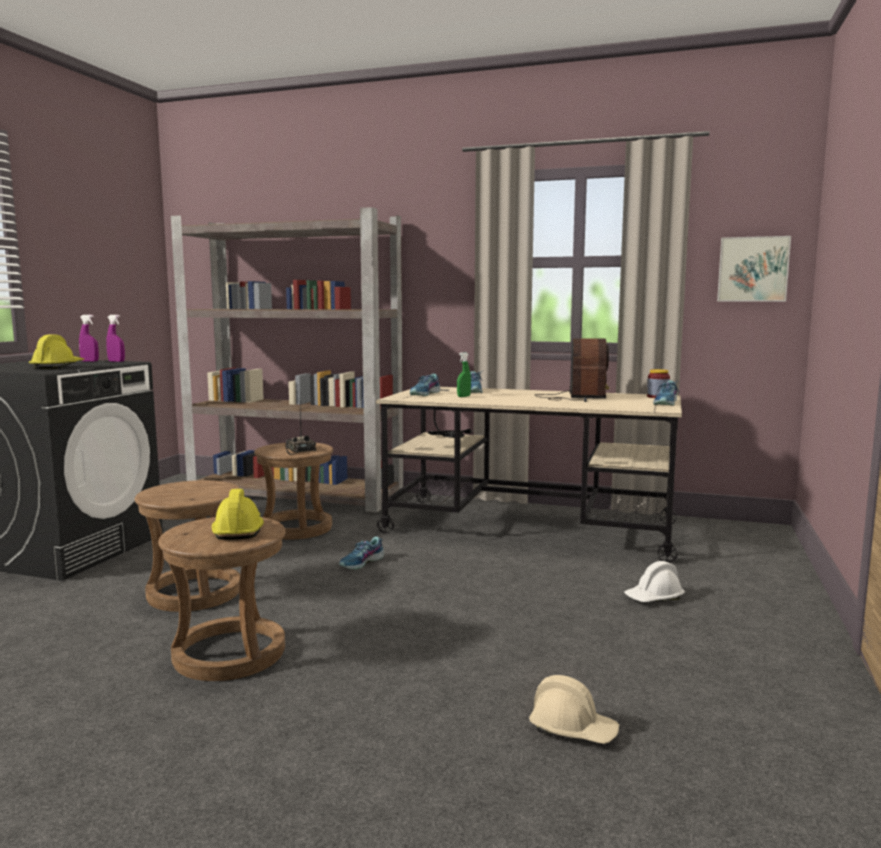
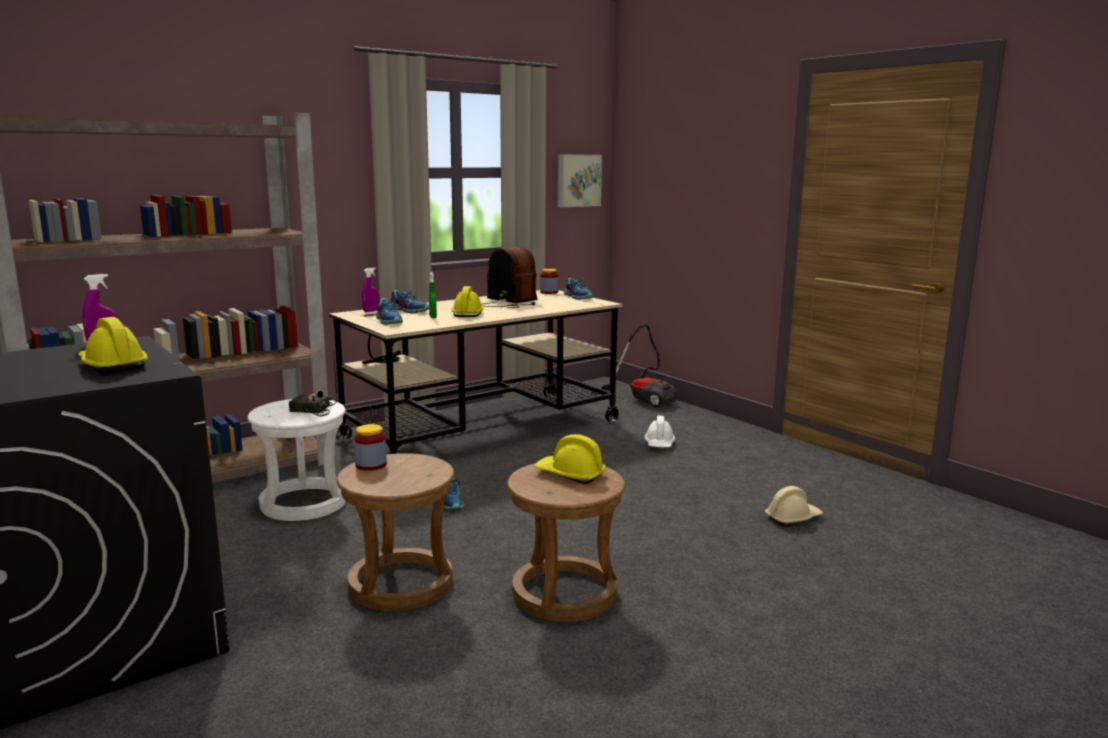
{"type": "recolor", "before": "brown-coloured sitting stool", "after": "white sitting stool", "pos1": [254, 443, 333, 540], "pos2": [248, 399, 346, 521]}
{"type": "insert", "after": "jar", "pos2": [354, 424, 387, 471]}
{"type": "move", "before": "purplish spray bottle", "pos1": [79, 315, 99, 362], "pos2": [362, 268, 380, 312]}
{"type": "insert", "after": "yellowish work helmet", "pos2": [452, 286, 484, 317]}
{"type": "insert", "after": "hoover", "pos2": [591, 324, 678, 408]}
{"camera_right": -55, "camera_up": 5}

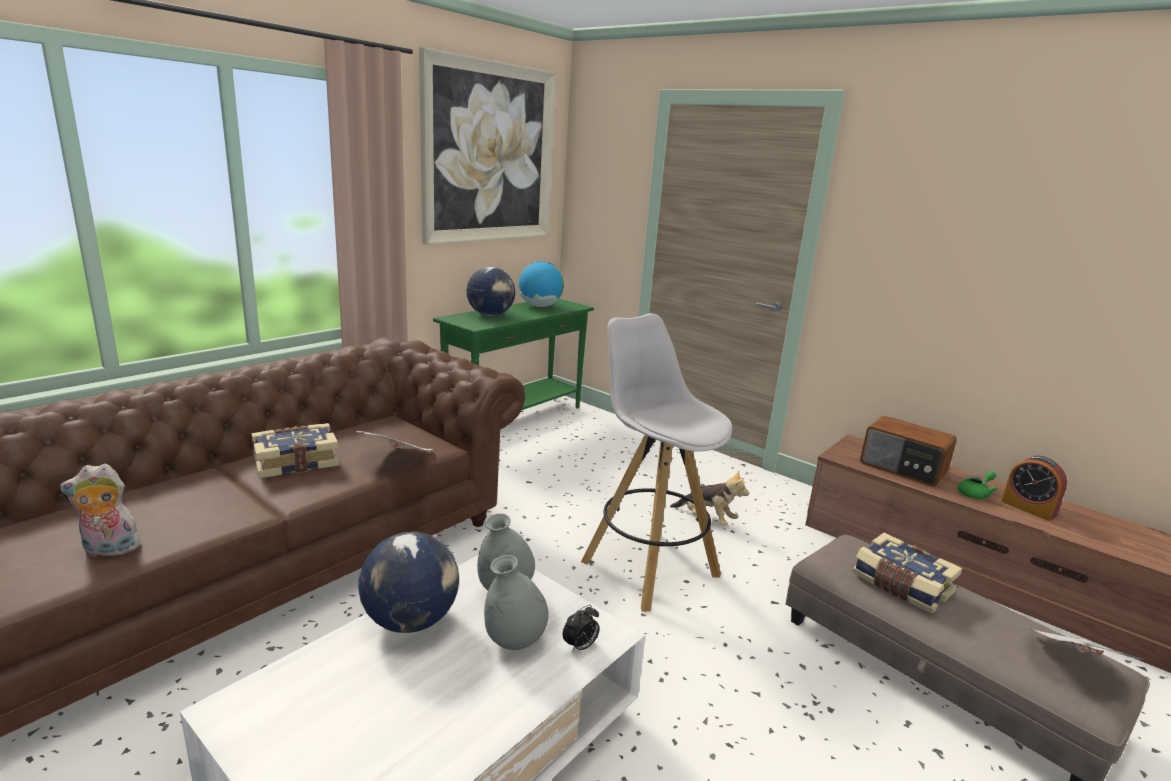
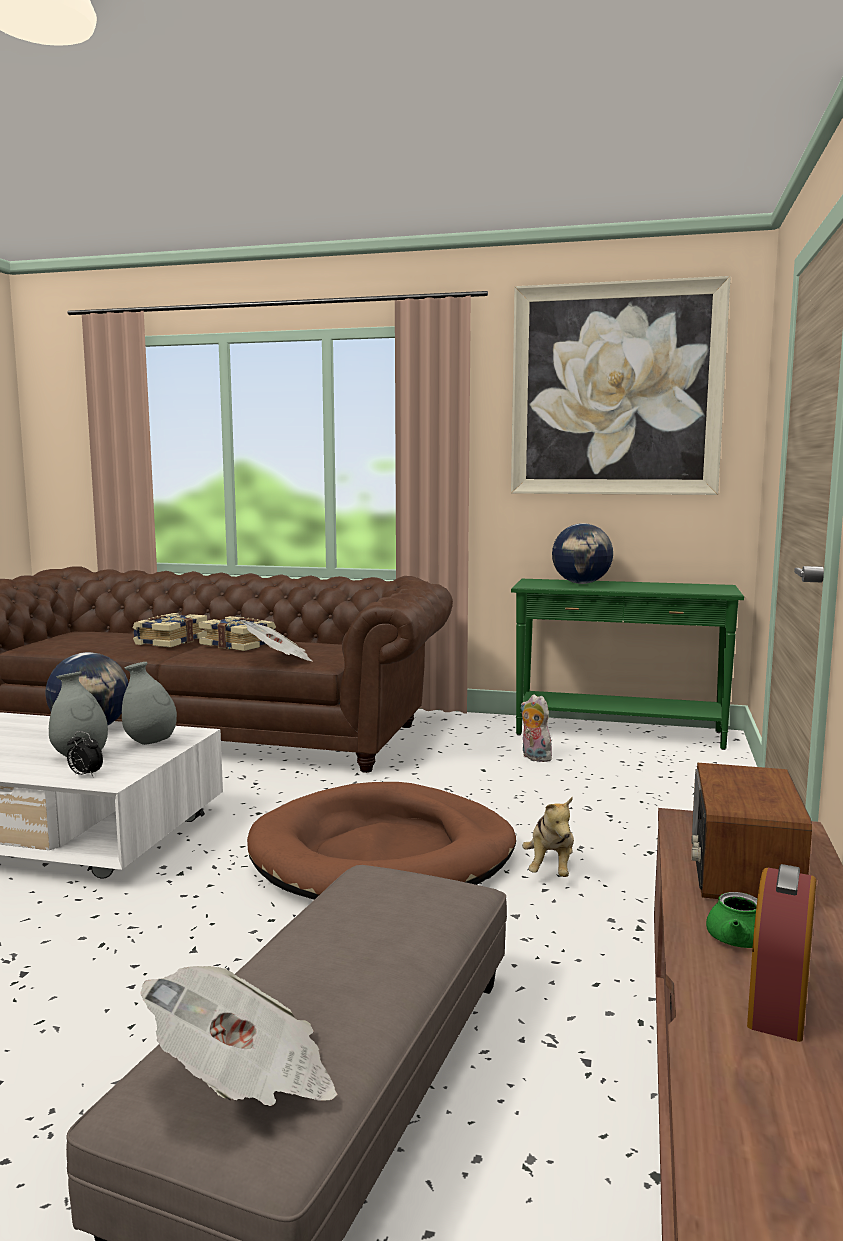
{"type": "move", "before": "volume", "pos1": [853, 533, 962, 614], "pos2": [132, 613, 207, 648]}
{"type": "replace", "before": "white sitting stool", "after": "brown-coloured dog bed", "pos1": [581, 313, 732, 612], "pos2": [247, 782, 516, 900]}
{"type": "move", "before": "soft toy", "pos1": [60, 464, 147, 557], "pos2": [520, 694, 552, 762]}
{"type": "delete", "before": "desk globe", "pos1": [518, 261, 564, 307]}
{"camera_right": 65, "camera_up": -10}

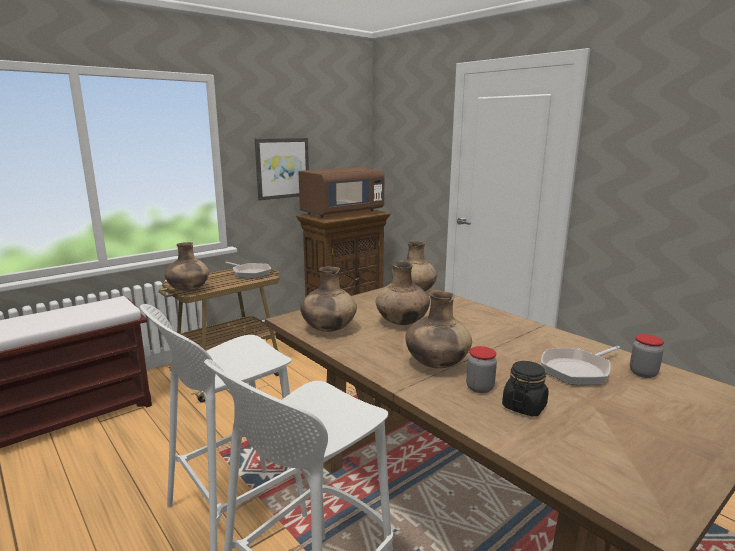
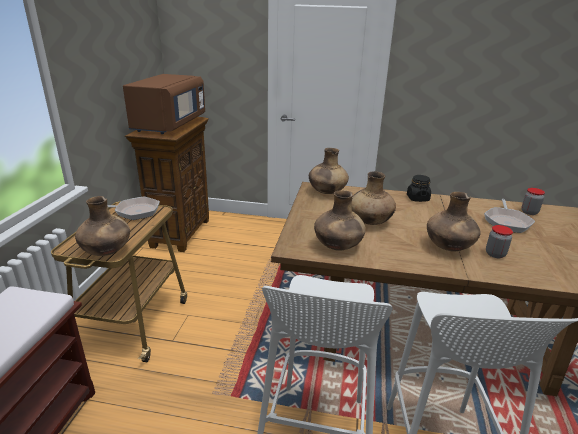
{"type": "move", "before": "black-coloured jar", "pos1": [502, 361, 549, 417], "pos2": [407, 175, 431, 202]}
{"type": "delete", "before": "picture", "pos1": [255, 138, 309, 200]}
{"camera_right": -40, "camera_up": 10}

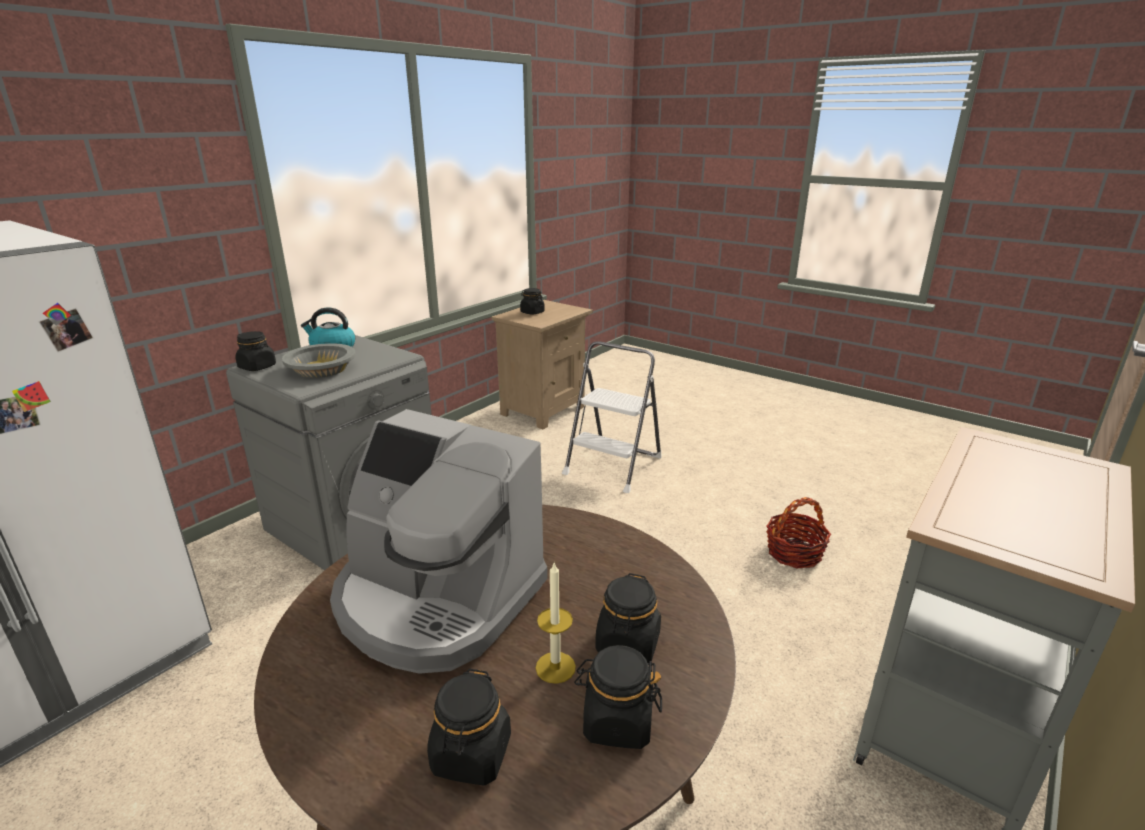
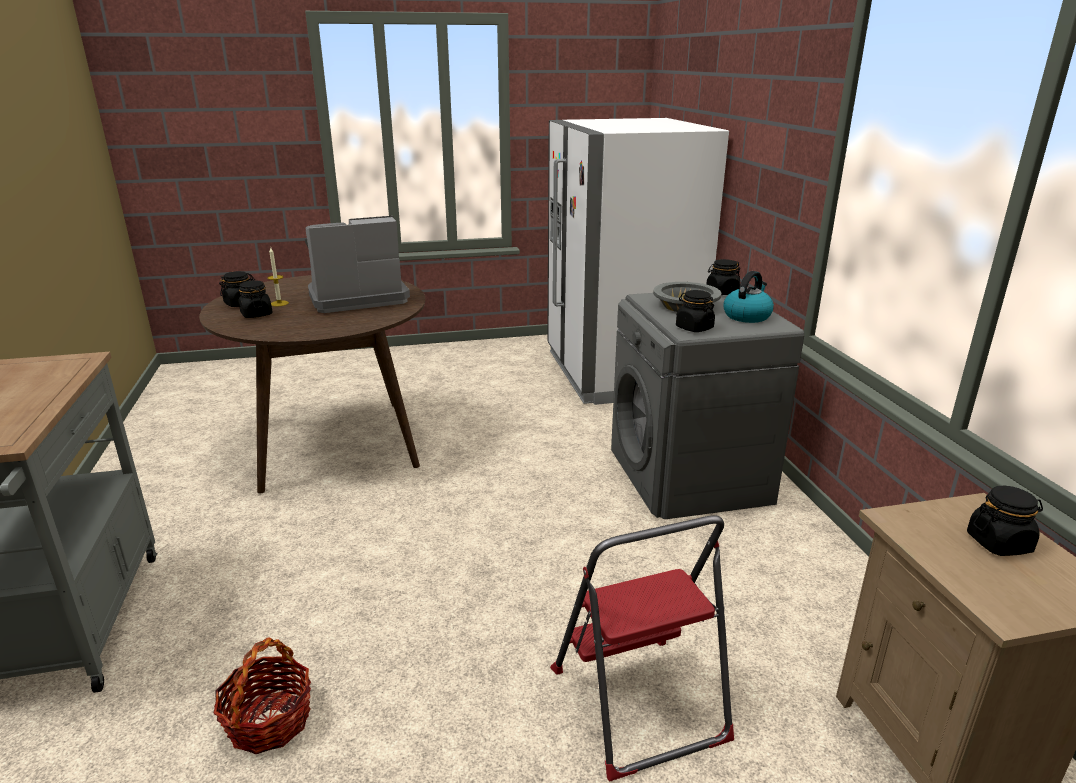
{"type": "recolor", "before": "white step ladder", "after": "reddish step ladder", "pos1": [562, 341, 662, 493], "pos2": [550, 515, 734, 781]}
{"type": "move", "before": "black-coloured jar", "pos1": [427, 669, 511, 785], "pos2": [676, 290, 715, 332]}
{"camera_right": 130, "camera_up": 0}

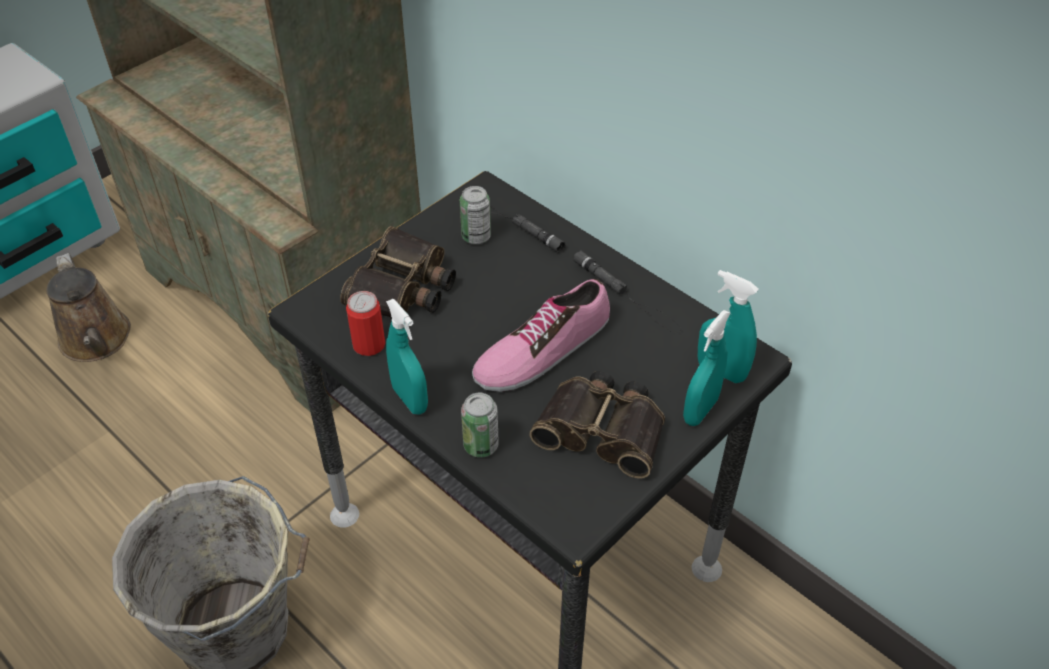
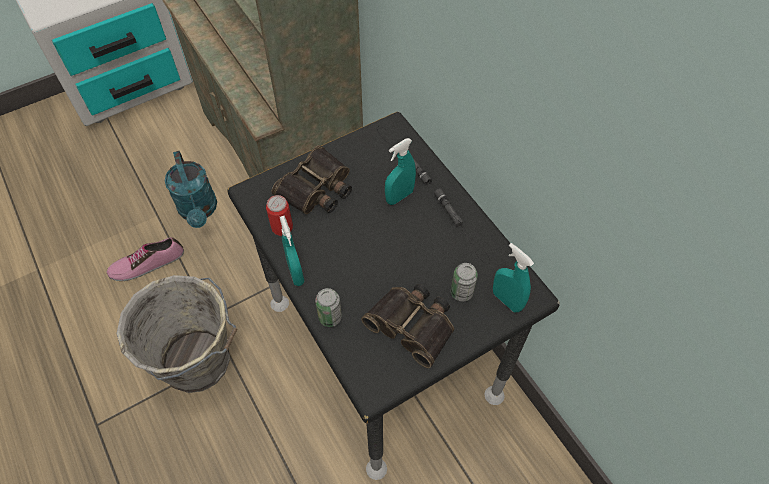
{"type": "move", "before": "shoe", "pos1": [472, 279, 610, 392], "pos2": [107, 237, 184, 281]}
{"type": "insert", "after": "turquoise watering pot", "pos2": [165, 151, 217, 228]}
{"type": "move", "before": "turquoise spray bottle", "pos1": [683, 310, 731, 426], "pos2": [385, 138, 416, 205]}
{"type": "move", "before": "can", "pos1": [460, 186, 491, 244], "pos2": [451, 263, 478, 302]}
{"type": "delete", "before": "brown-coloured watering pot", "pos1": [46, 253, 131, 362]}
{"camera_right": 15, "camera_up": 10}

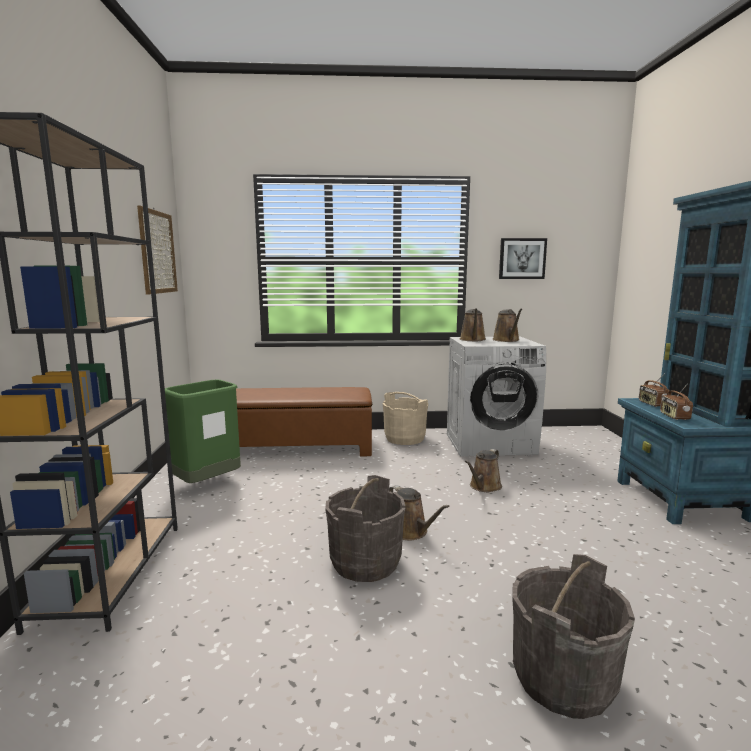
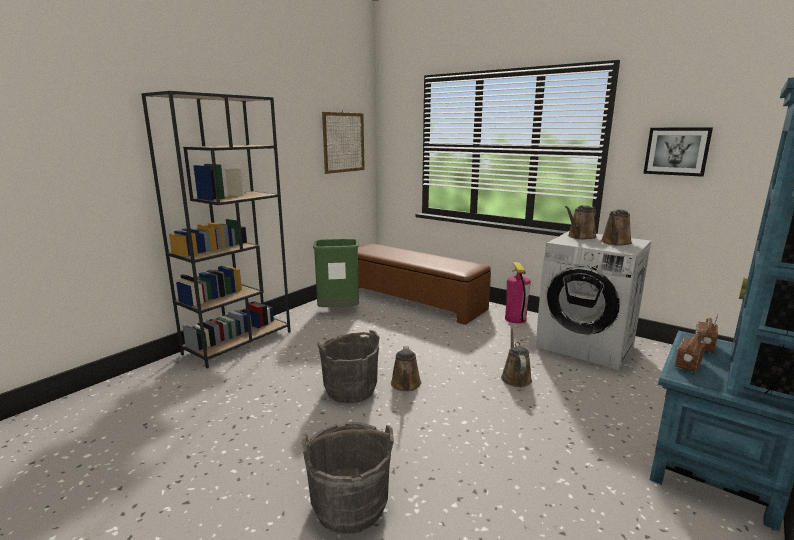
{"type": "rotate", "before": "brown-coloured watering pot", "pos1": [465, 449, 502, 492], "pos2": [501, 326, 532, 387], "turn": 105}
{"type": "replace", "before": "beige-coloured pail", "after": "fire-fighting cylinder", "pos1": [383, 392, 428, 445], "pos2": [505, 262, 531, 323]}
{"camera_right": 40, "camera_up": 5}

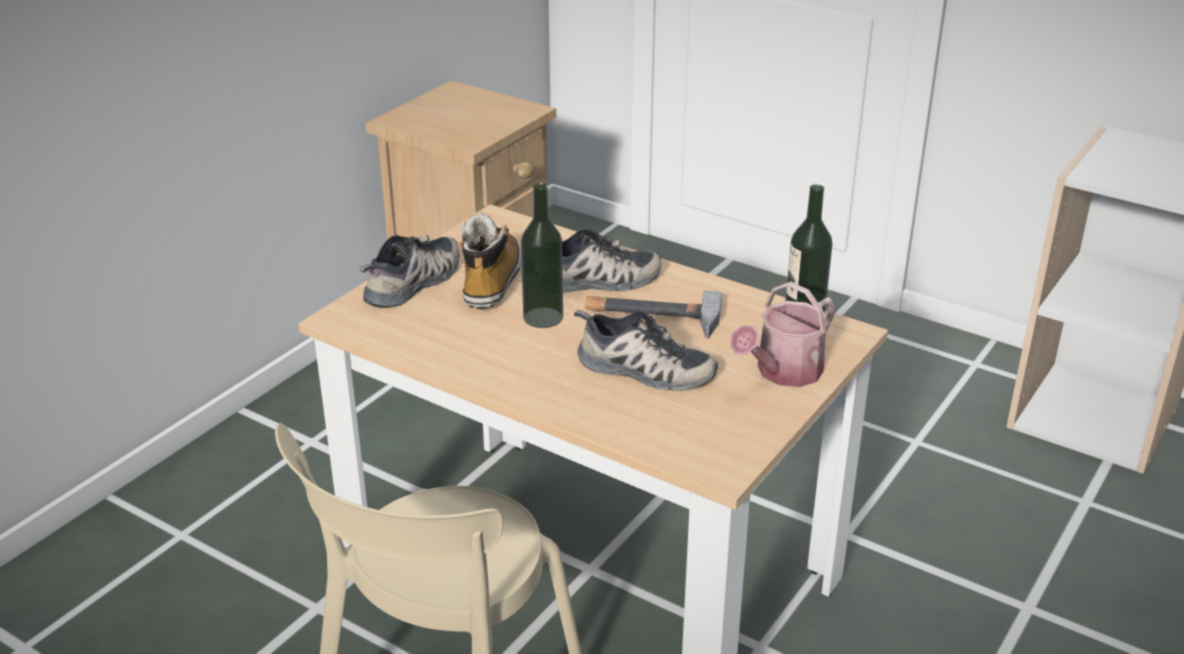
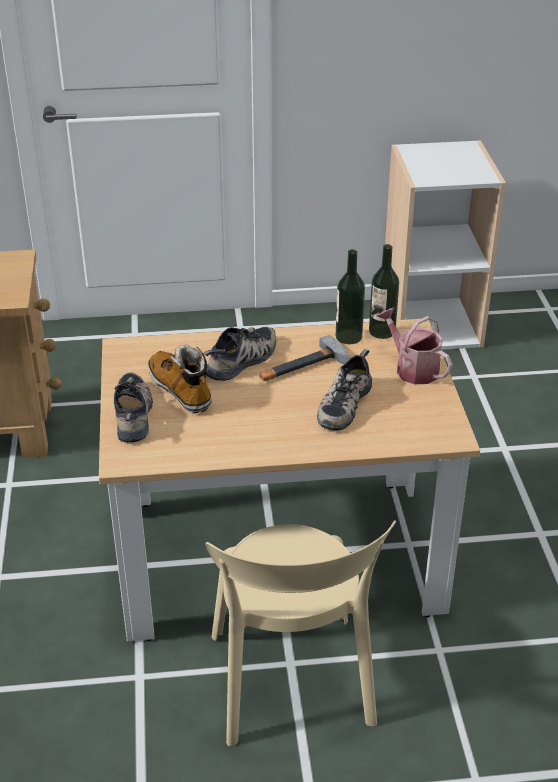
{"type": "rotate", "before": "shoe", "pos1": [574, 310, 718, 391], "pos2": [317, 349, 372, 430], "turn": 135}
{"type": "move", "before": "drink bottle", "pos1": [521, 183, 563, 328], "pos2": [336, 249, 365, 344]}
{"type": "rotate", "before": "watering pot", "pos1": [730, 281, 835, 387], "pos2": [377, 308, 453, 384], "turn": 135}
{"camera_right": -40, "camera_up": 5}

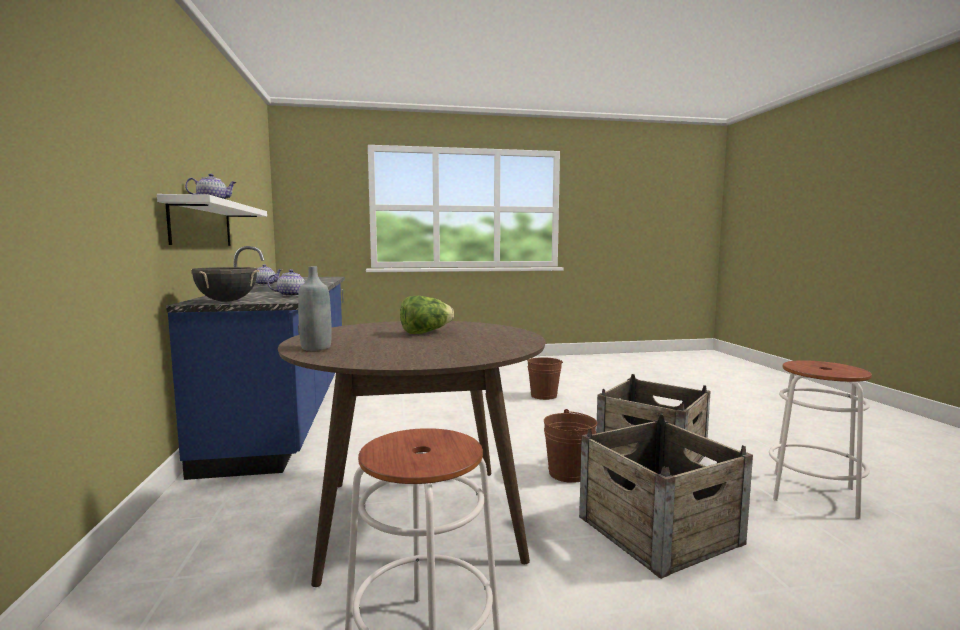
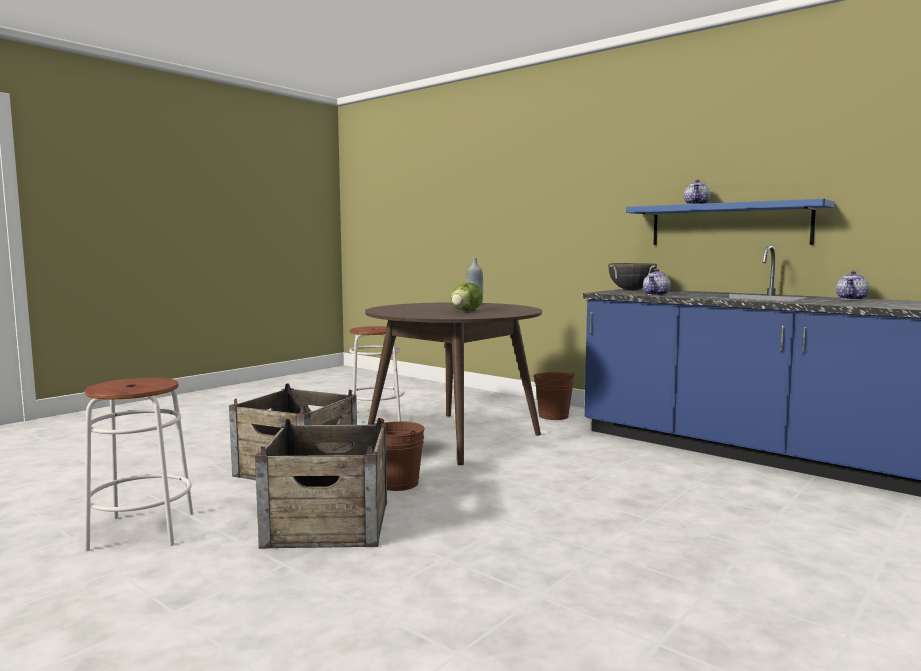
{"type": "move", "before": "brown-coloured pail", "pos1": [527, 357, 563, 400], "pos2": [533, 372, 575, 420]}
{"type": "recolor", "before": "white bracket shelf", "after": "blue bracket shelf", "pos1": [157, 194, 267, 246], "pos2": [626, 199, 835, 245]}
{"camera_right": 140, "camera_up": 0}

